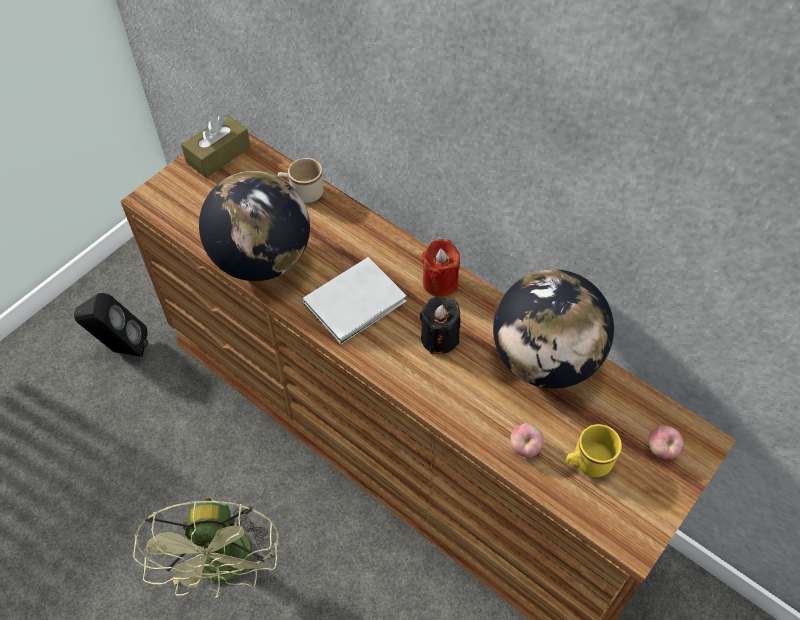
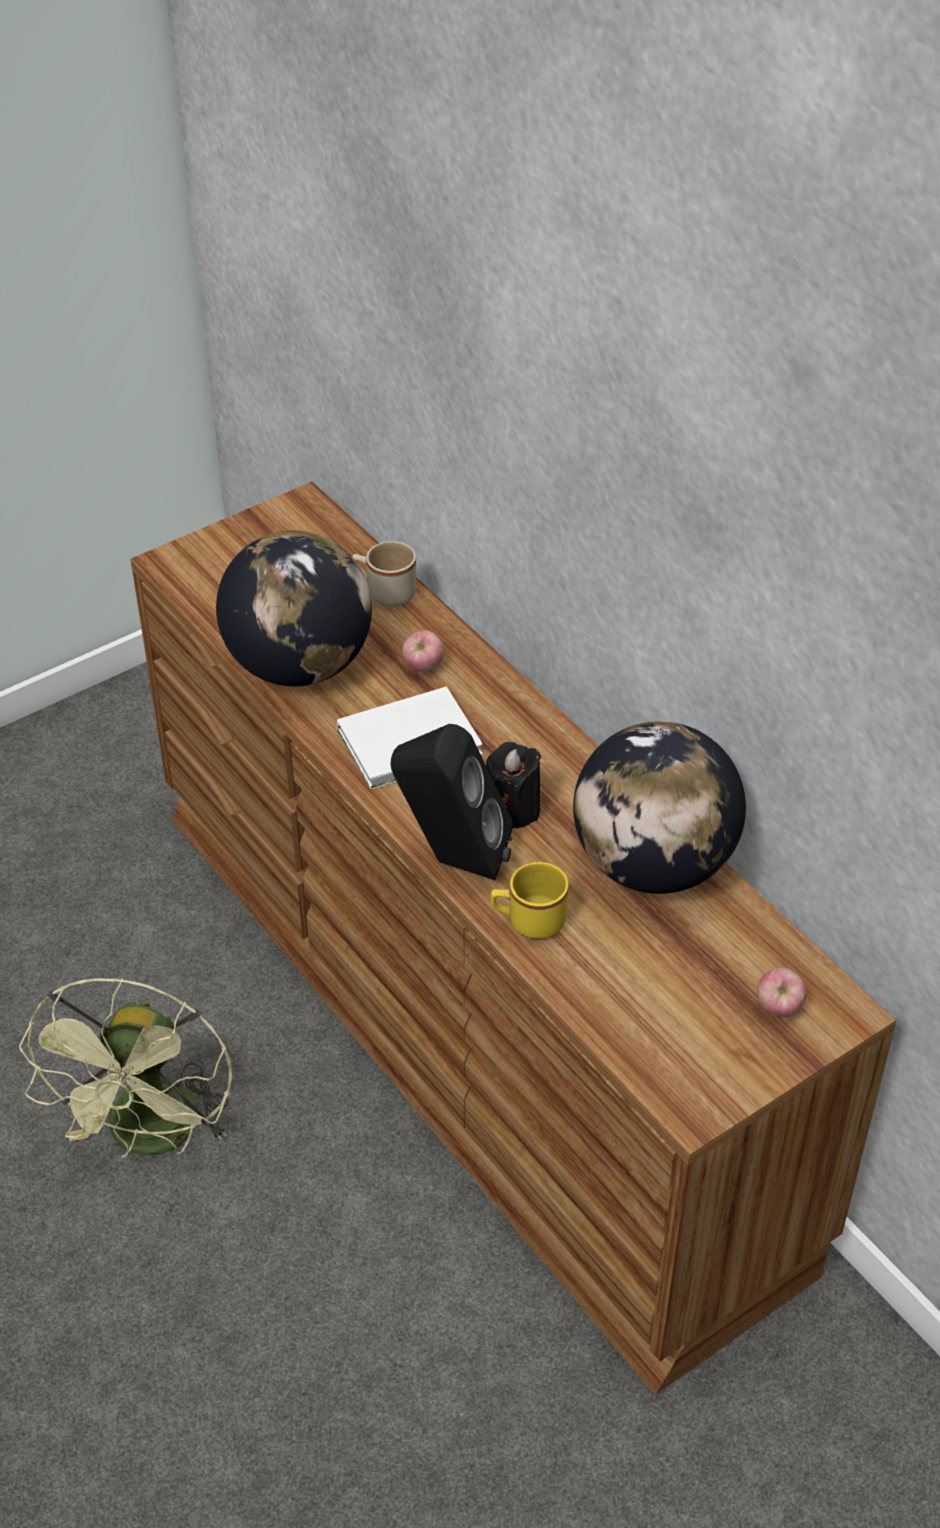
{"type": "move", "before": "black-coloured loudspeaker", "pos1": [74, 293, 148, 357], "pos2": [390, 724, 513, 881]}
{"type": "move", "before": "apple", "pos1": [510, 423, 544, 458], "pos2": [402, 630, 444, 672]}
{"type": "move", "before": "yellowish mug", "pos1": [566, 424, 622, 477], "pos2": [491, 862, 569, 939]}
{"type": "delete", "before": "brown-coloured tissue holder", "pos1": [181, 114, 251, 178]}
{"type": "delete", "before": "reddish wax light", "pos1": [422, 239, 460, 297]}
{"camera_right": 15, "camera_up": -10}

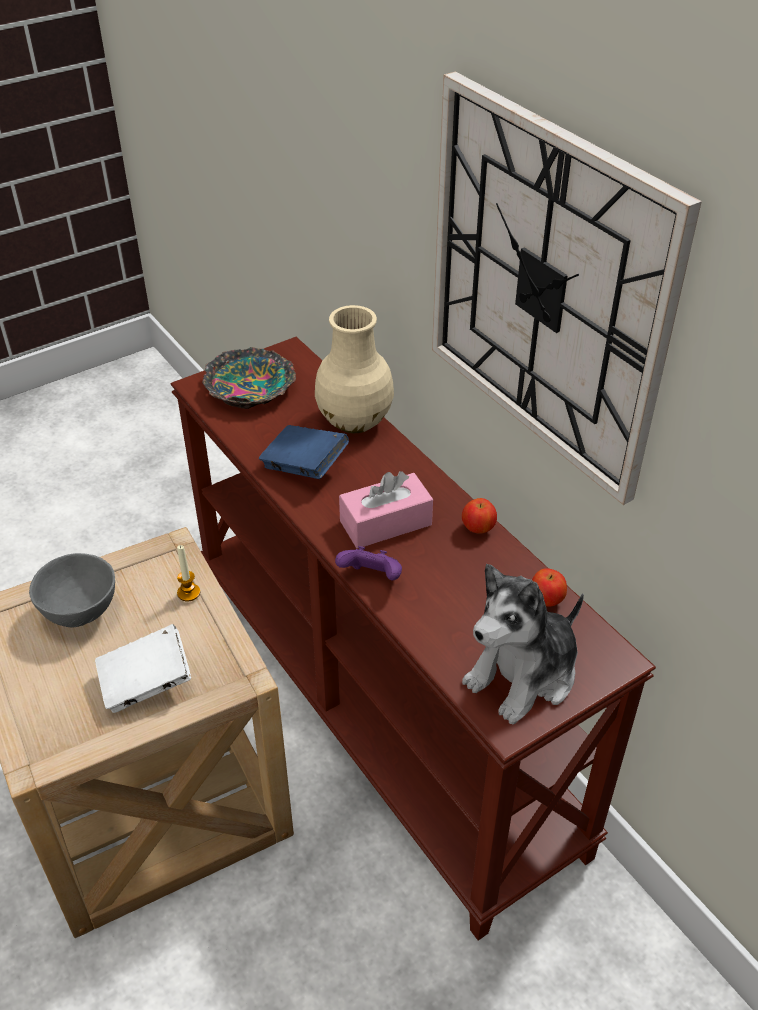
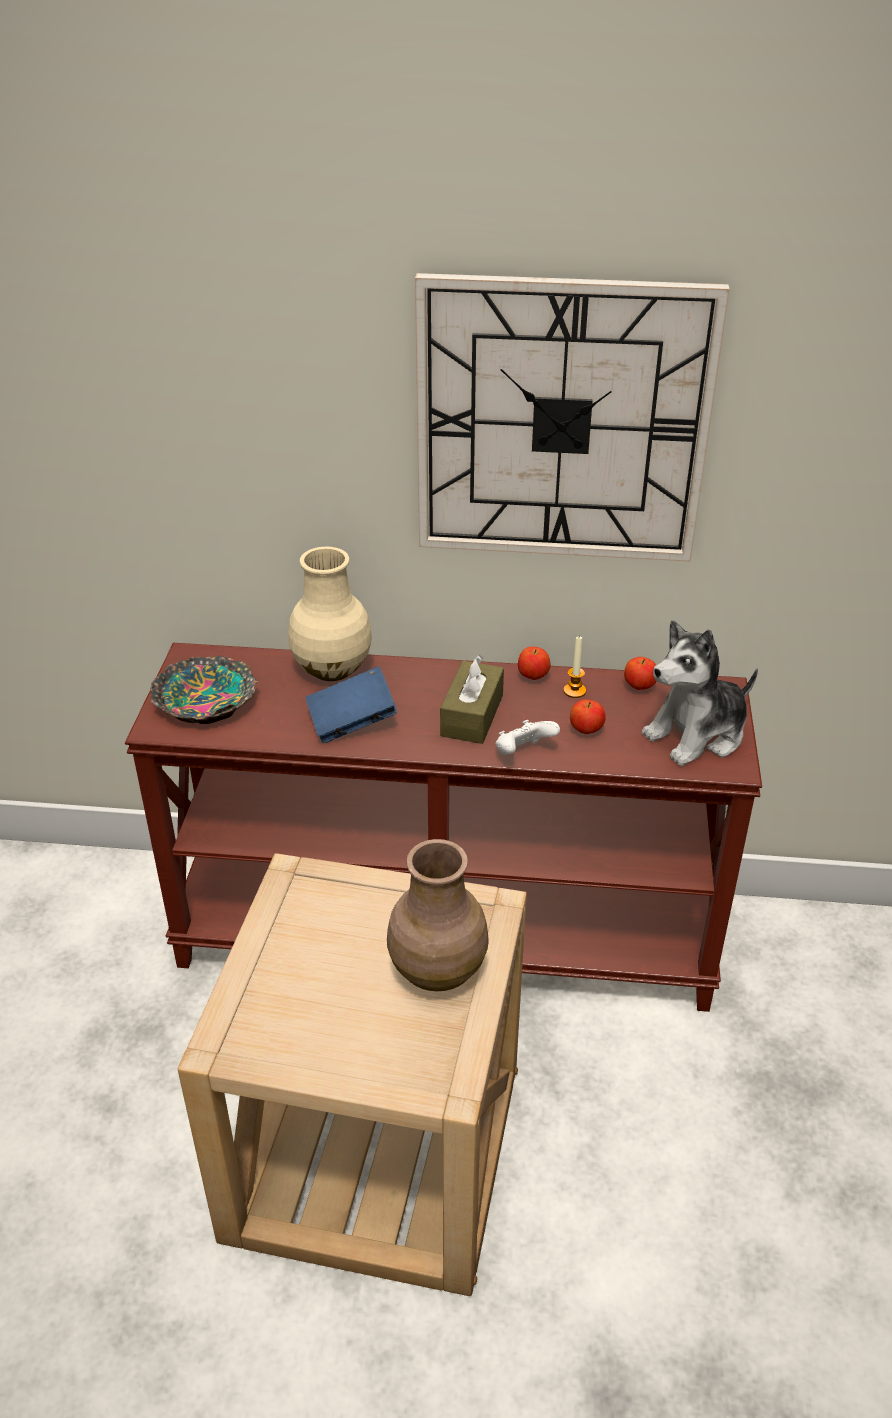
{"type": "replace", "before": "white volume", "after": "brown-coloured decorative vase", "pos1": [95, 624, 191, 713], "pos2": [387, 839, 489, 991]}
{"type": "recolor", "before": "pinkish tissue holder", "after": "brown-coloured tissue holder", "pos1": [339, 471, 433, 549], "pos2": [440, 655, 504, 744]}
{"type": "recolor", "before": "purplish gamepad", "after": "white gamepad", "pos1": [335, 546, 402, 580], "pos2": [496, 720, 560, 755]}
{"type": "move", "before": "wax light", "pos1": [177, 545, 200, 601], "pos2": [563, 636, 586, 698]}
{"type": "insert", "after": "apple", "pos2": [570, 699, 606, 734]}
{"type": "rotate", "before": "soft toy", "pos1": [462, 564, 584, 725], "pos2": [642, 620, 758, 766], "turn": 60}
{"type": "delete", "before": "greyish serving bowl", "pos1": [29, 553, 115, 627]}
{"camera_right": -50, "camera_up": -5}

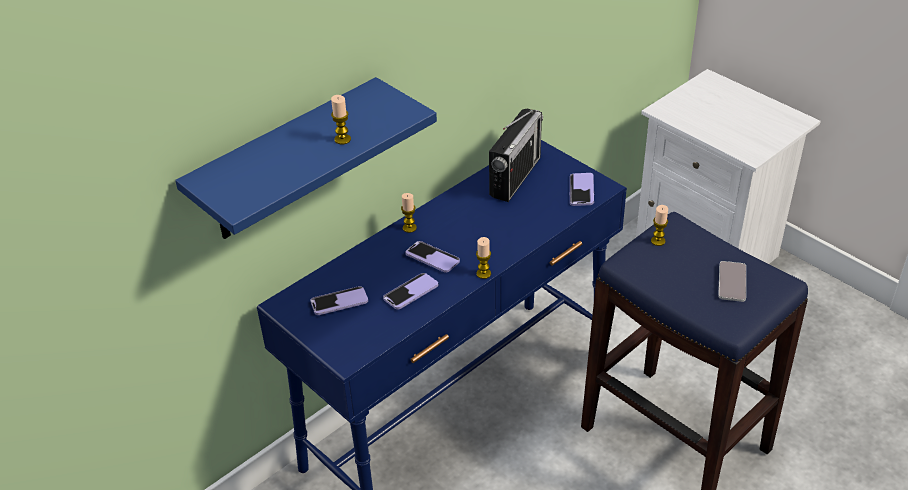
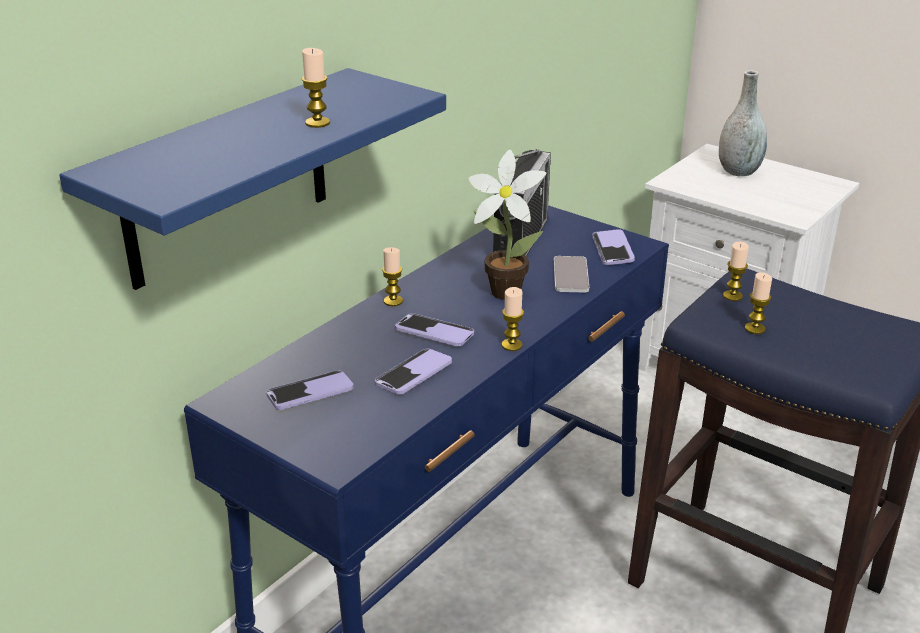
{"type": "insert", "after": "potted plant", "pos2": [469, 149, 546, 300]}
{"type": "move", "before": "handset", "pos1": [718, 261, 746, 302], "pos2": [554, 256, 589, 293]}
{"type": "insert", "after": "greyish decorative vase", "pos2": [719, 70, 767, 176]}
{"type": "insert", "after": "wax light", "pos2": [745, 272, 772, 334]}
{"camera_right": -10, "camera_up": -10}

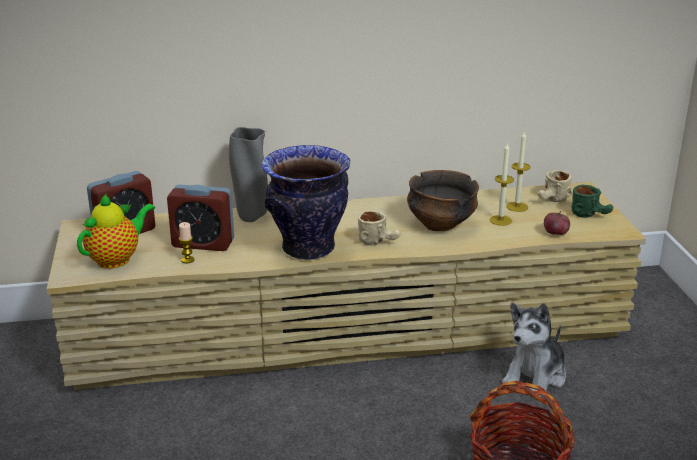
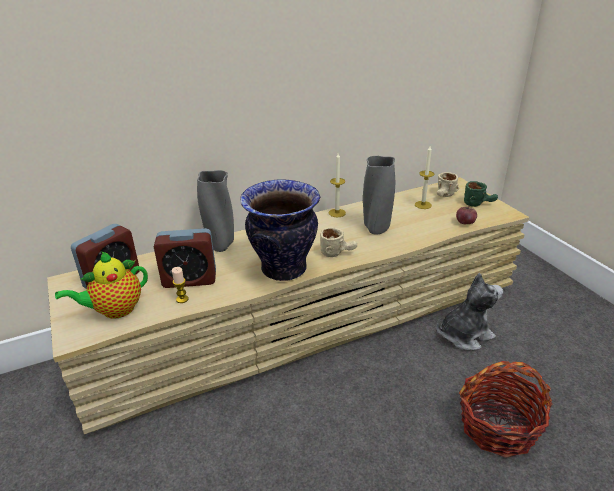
{"type": "rotate", "before": "teapot", "pos1": [77, 193, 155, 269], "pos2": [55, 252, 148, 319], "turn": -150}
{"type": "move", "before": "wax light", "pos1": [490, 144, 514, 226], "pos2": [329, 153, 346, 217]}
{"type": "replace", "before": "serving bowl", "after": "greyish decorative vase", "pos1": [407, 170, 479, 231], "pos2": [363, 156, 395, 235]}
{"type": "rotate", "before": "soft toy", "pos1": [502, 303, 566, 397], "pos2": [437, 273, 503, 350], "turn": -135}
{"camera_right": -15, "camera_up": 5}

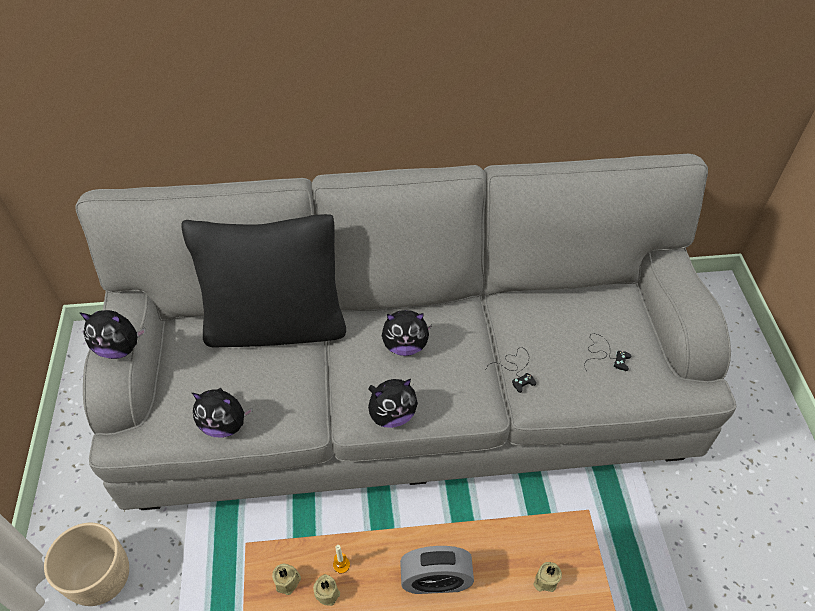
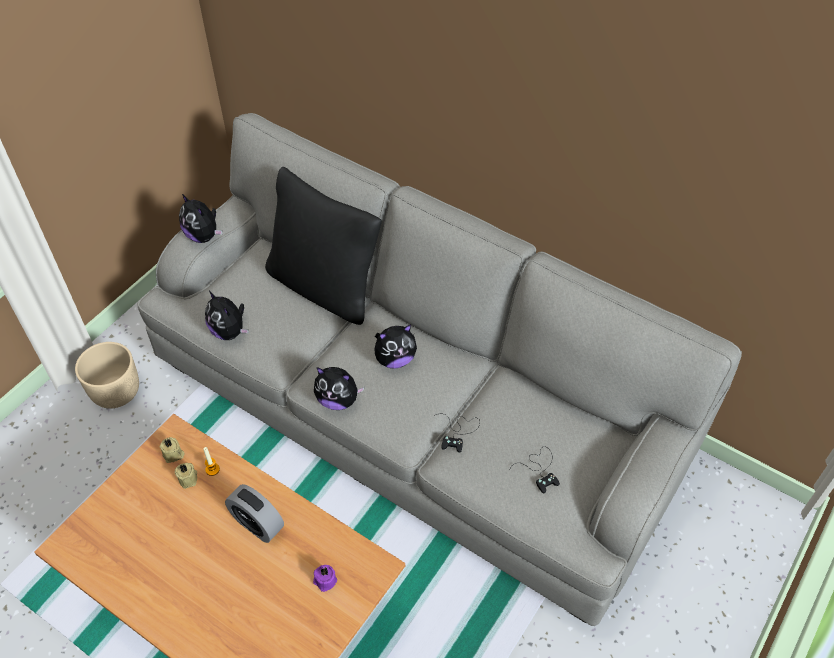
{"type": "recolor", "before": "beige-coloured wax light", "after": "purplish wax light", "pos1": [533, 562, 562, 592], "pos2": [313, 565, 337, 592]}
{"type": "rotate", "before": "soft toy", "pos1": [382, 310, 432, 356], "pos2": [374, 324, 417, 369], "turn": -60}
{"camera_right": 40, "camera_up": 0}

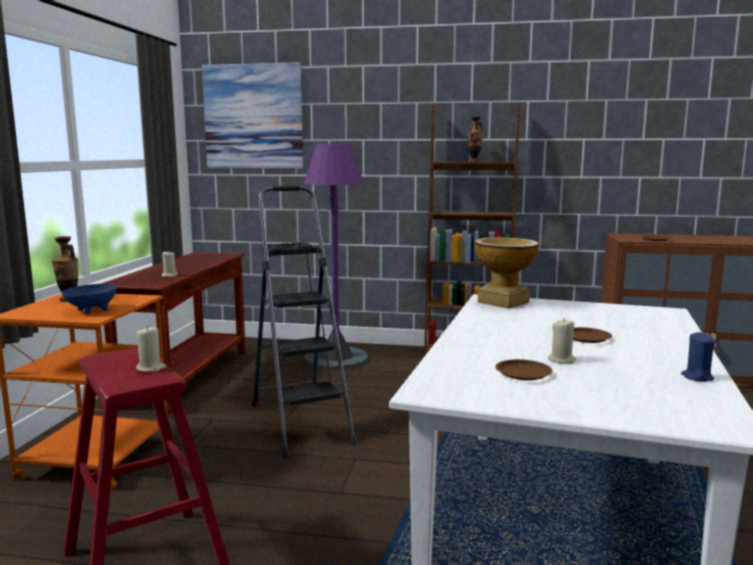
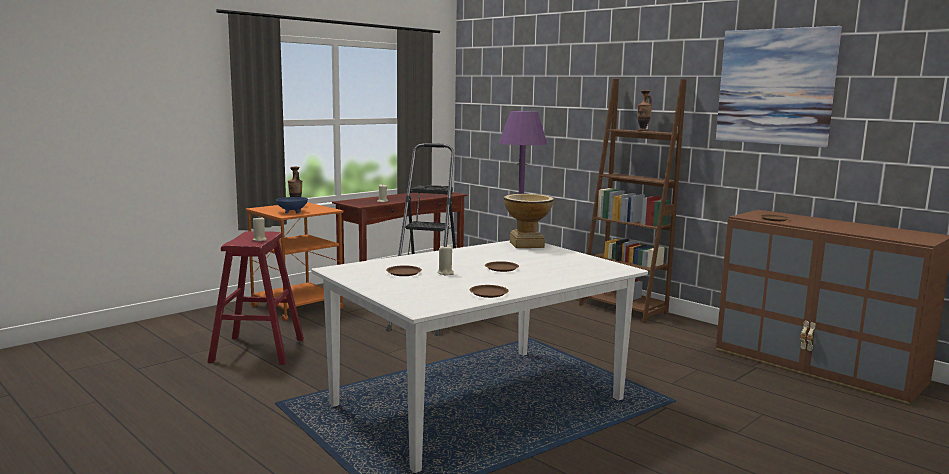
{"type": "replace", "before": "blue wax light", "after": "brown-coloured flat dish", "pos1": [681, 332, 715, 382], "pos2": [469, 285, 509, 298]}
{"type": "move", "before": "picture", "pos1": [202, 62, 303, 169], "pos2": [716, 26, 842, 148]}
{"camera_right": 35, "camera_up": 0}

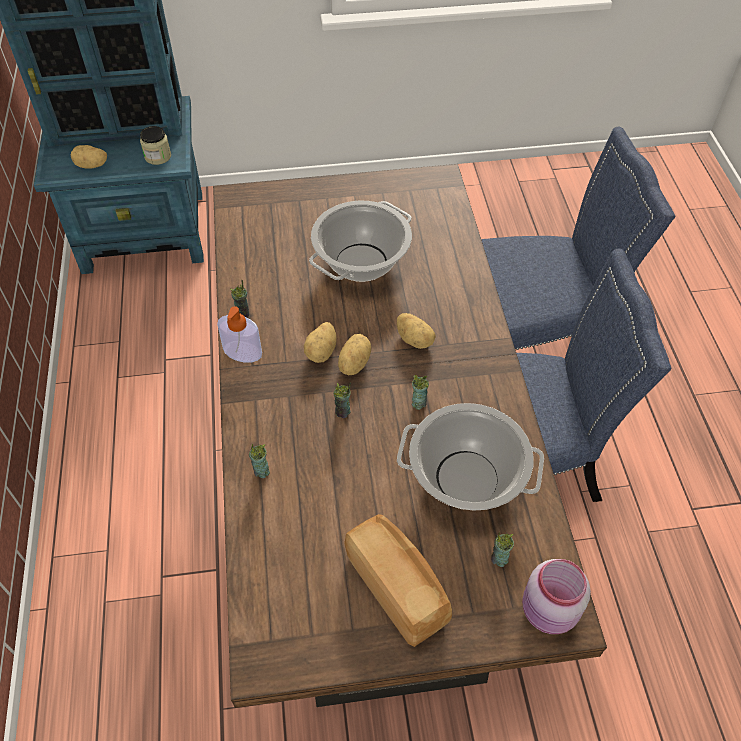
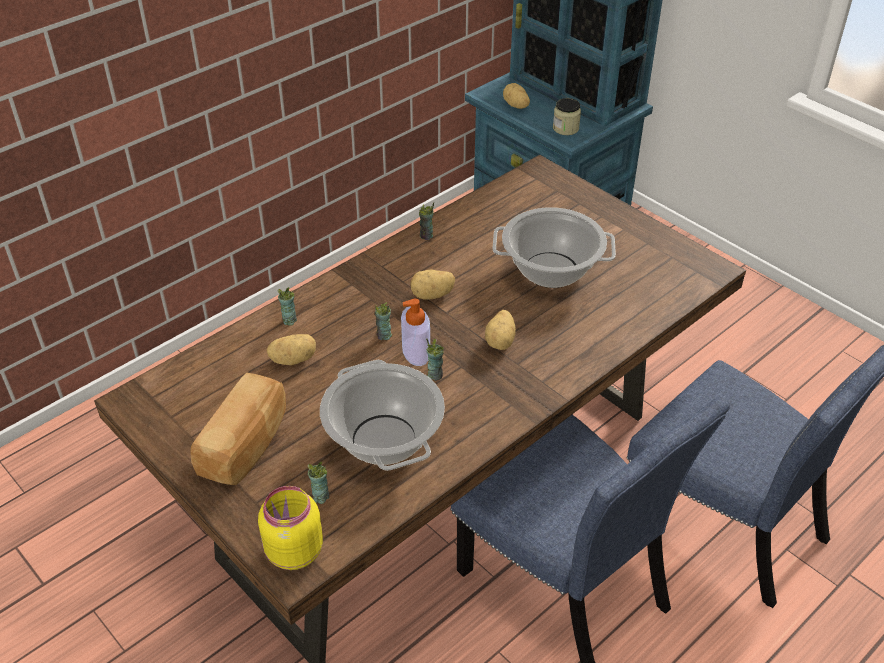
{"type": "recolor", "before": "pinkish jar", "after": "yellowish jar", "pos1": [522, 559, 591, 634], "pos2": [258, 486, 323, 570]}
{"type": "move", "before": "spud", "pos1": [338, 334, 371, 375], "pos2": [267, 334, 316, 365]}
{"type": "move", "before": "liquid soap bottle", "pos1": [217, 306, 262, 363], "pos2": [401, 298, 430, 366]}
{"camera_right": 55, "camera_up": -10}

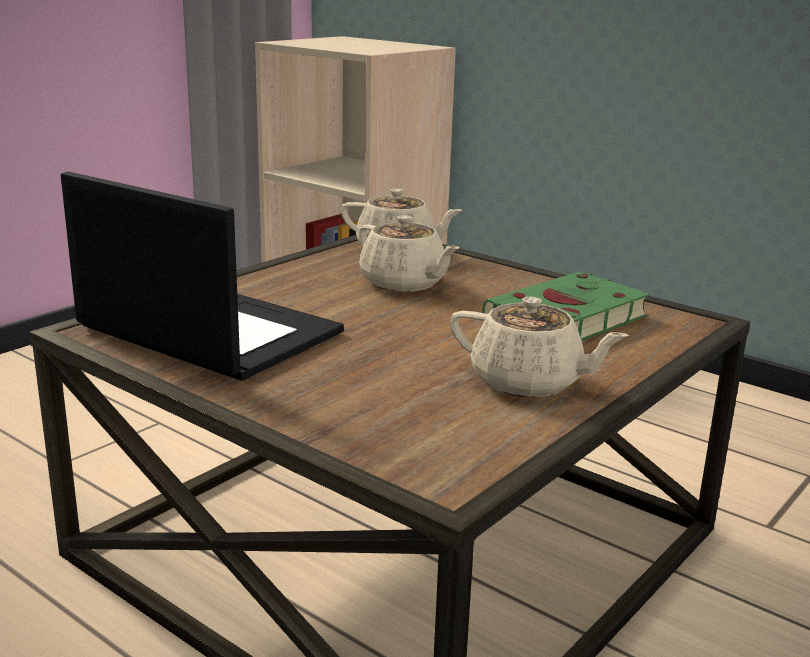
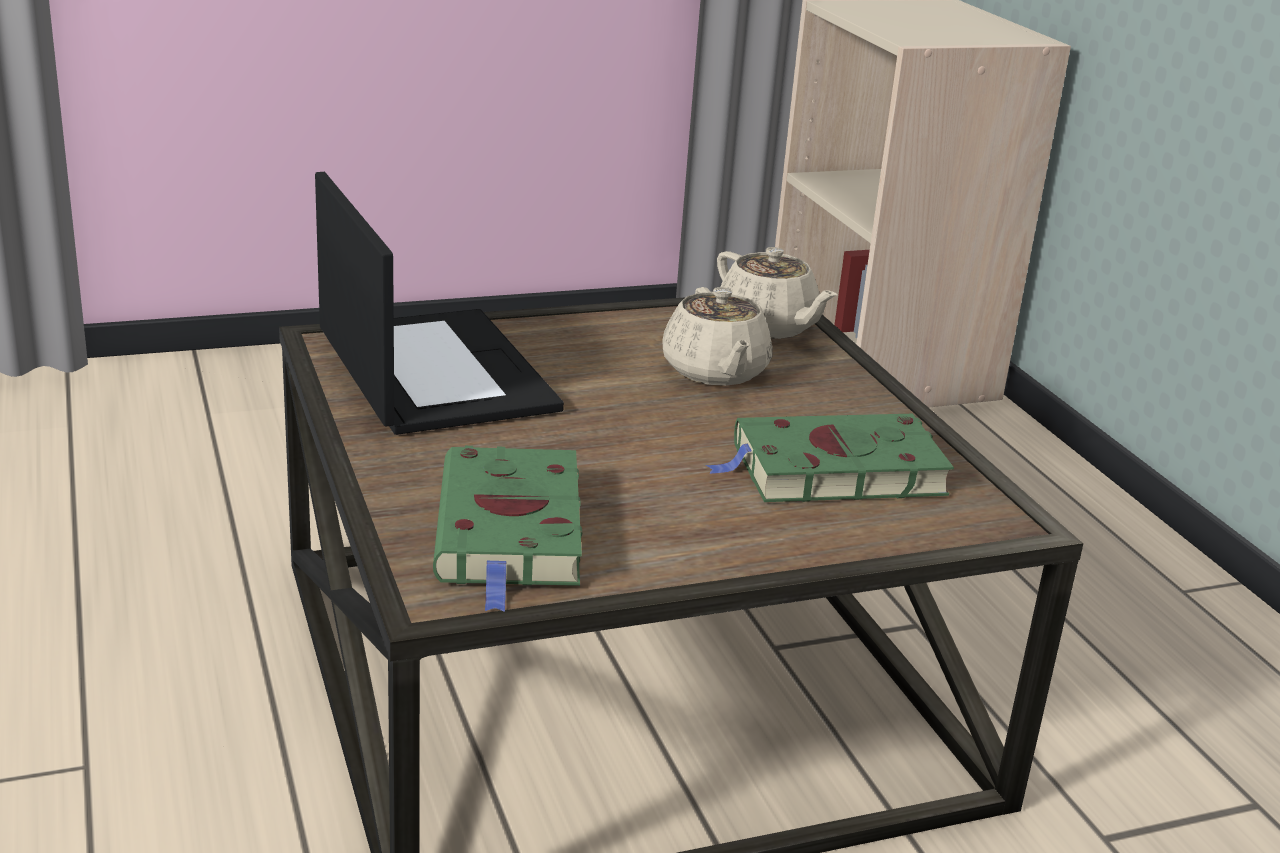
{"type": "insert", "after": "greenish volume", "pos2": [433, 446, 582, 612]}
{"type": "delete", "before": "beige-coloured teapot", "pos1": [450, 297, 629, 398]}
{"camera_right": 30, "camera_up": 5}

